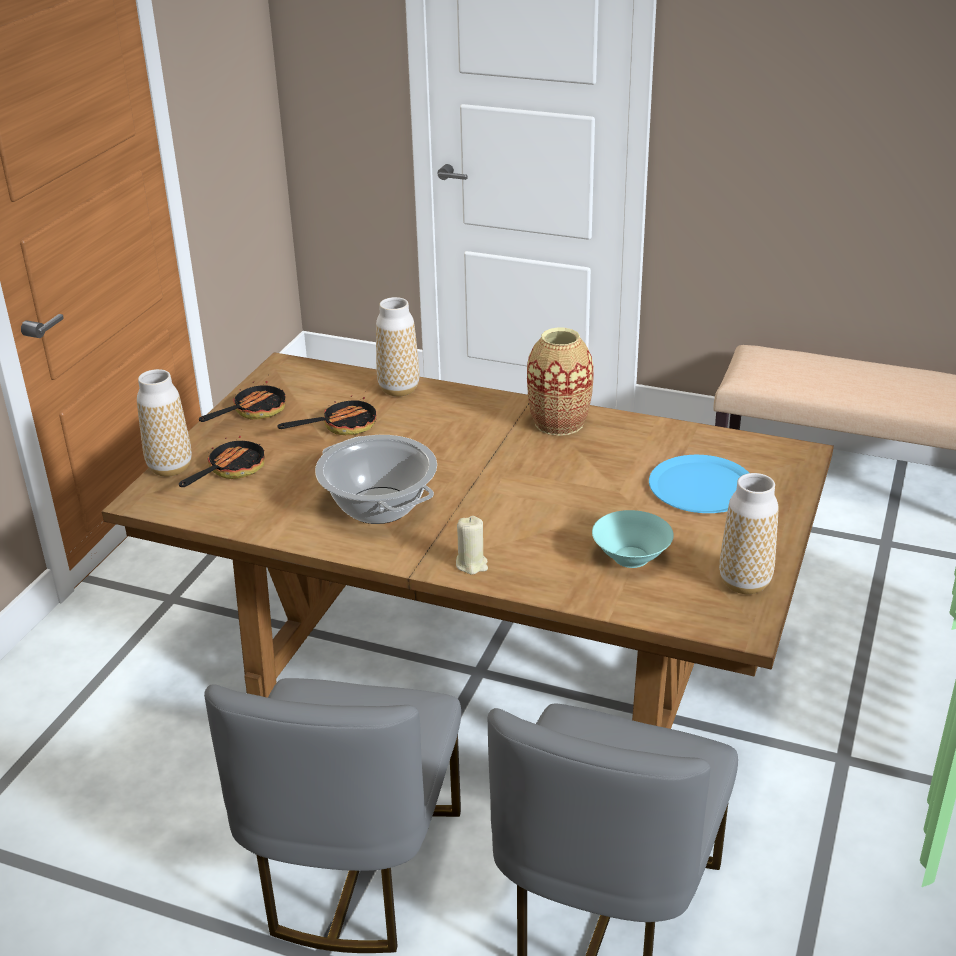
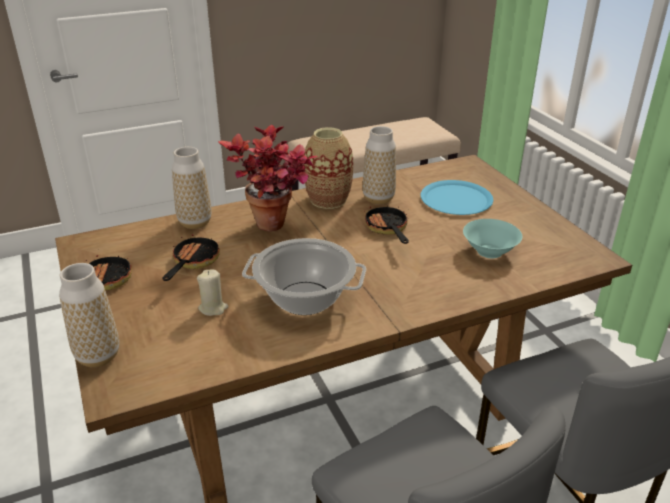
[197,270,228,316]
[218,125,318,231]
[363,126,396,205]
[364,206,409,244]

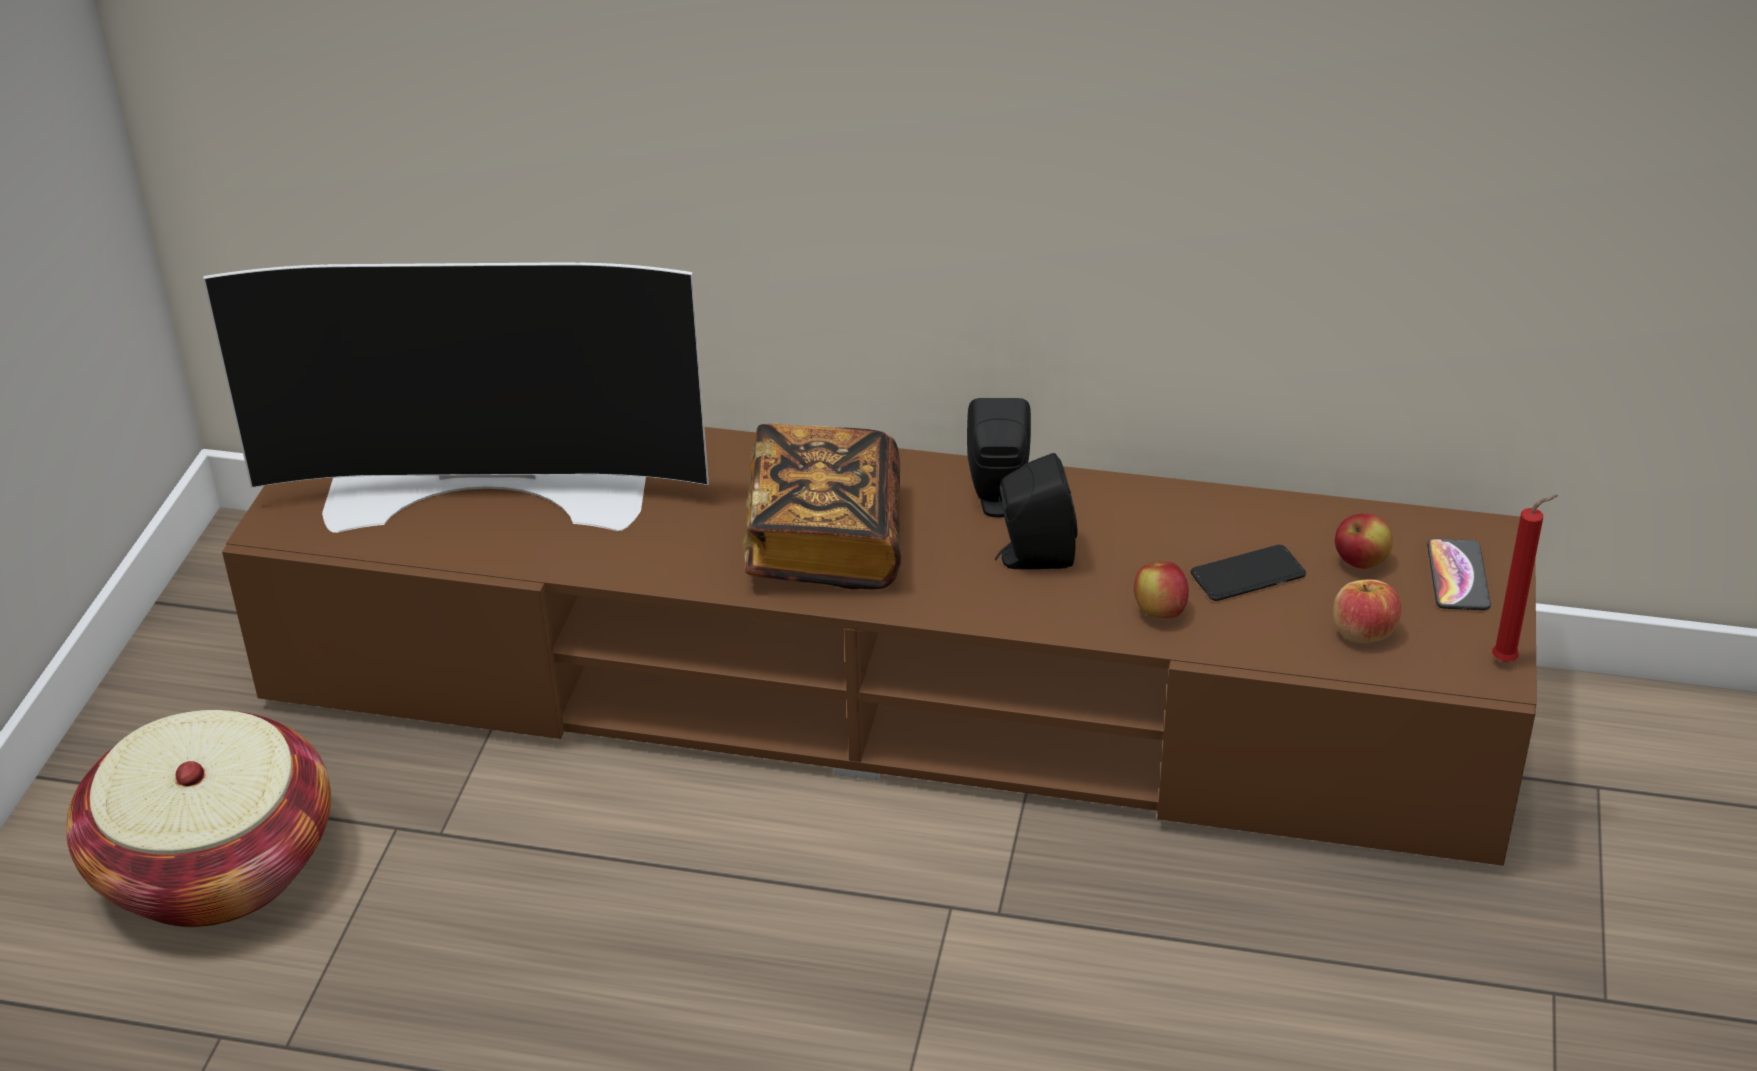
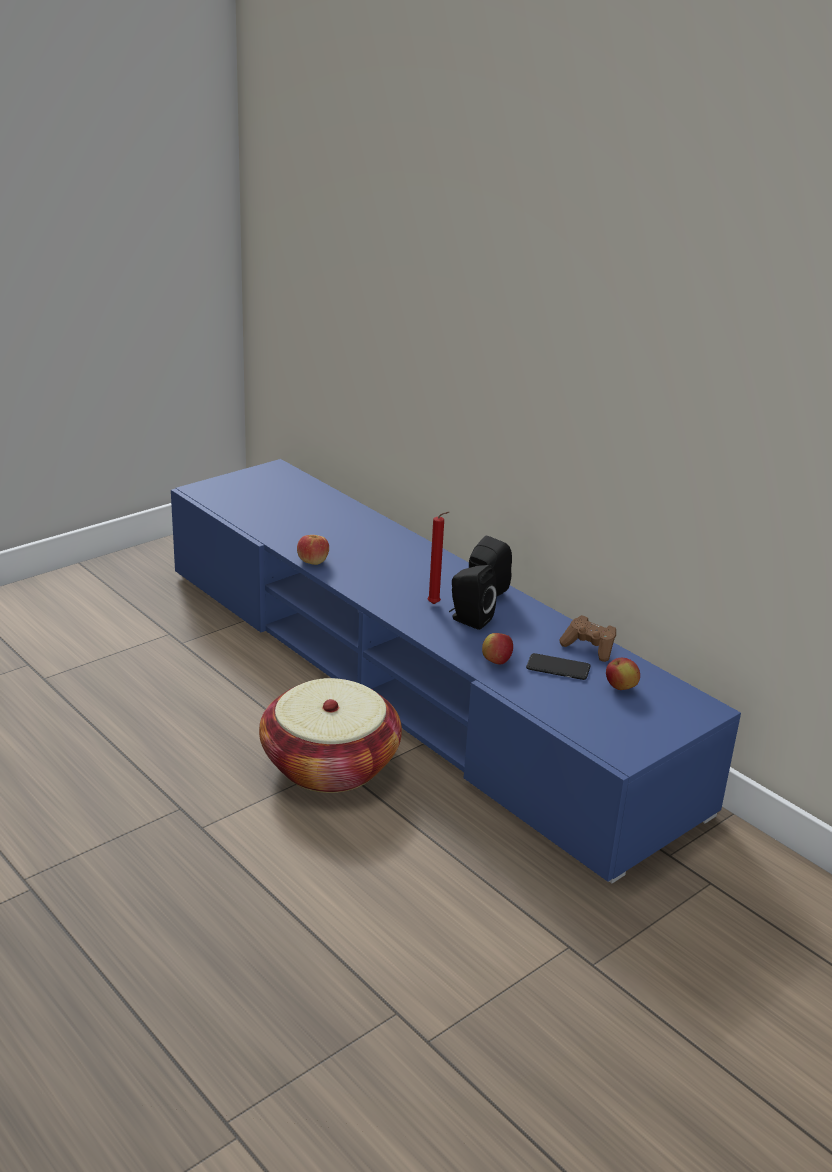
[171,459,741,883]
[259,678,402,793]
[297,535,329,565]
[428,511,449,604]
[559,615,616,662]
[203,262,709,533] (first image)
[742,423,901,589] (first image)
[1427,539,1491,610] (first image)

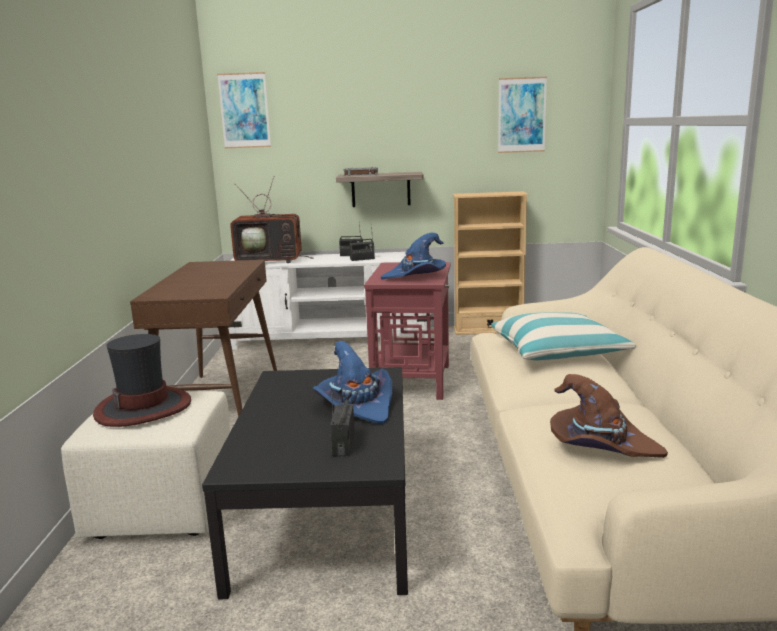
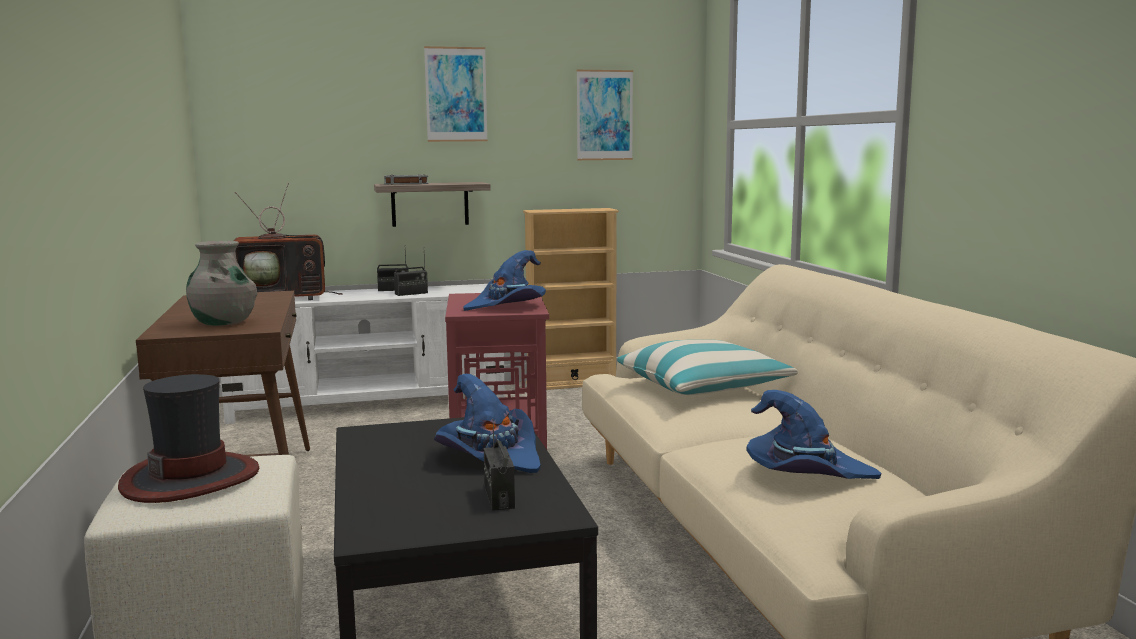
[186,241,257,326]
[424,46,488,142]
[746,390,881,479]

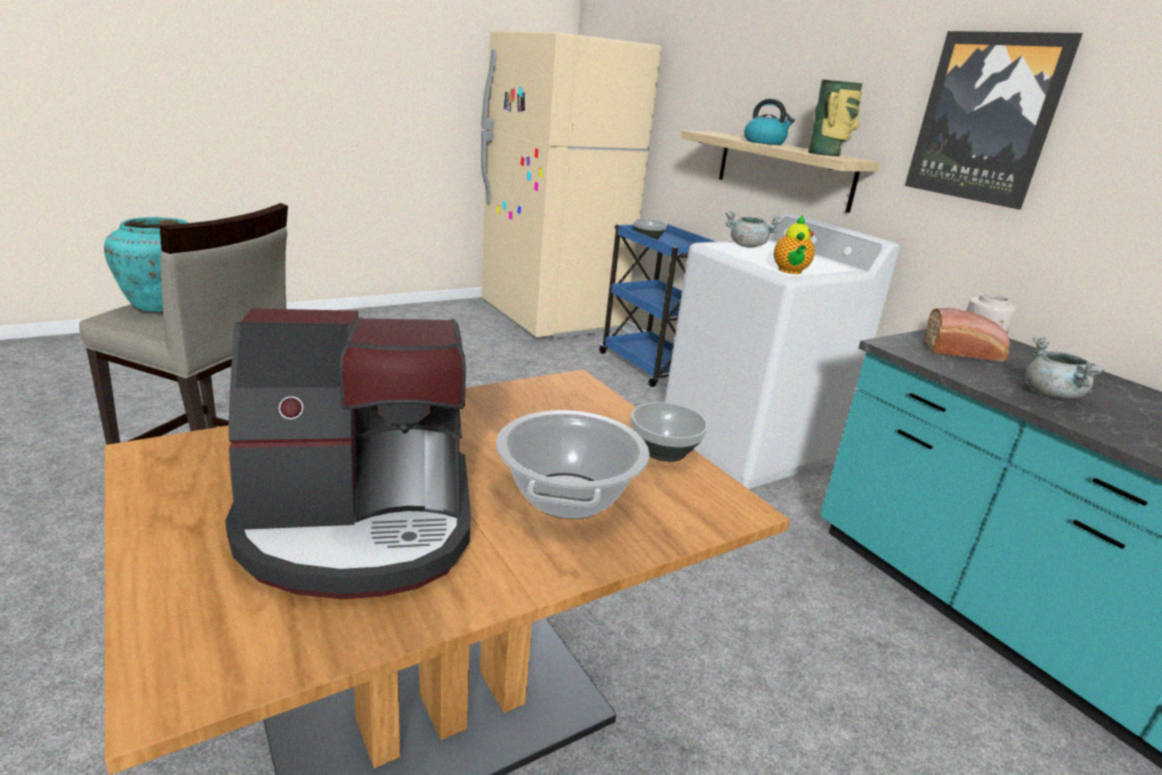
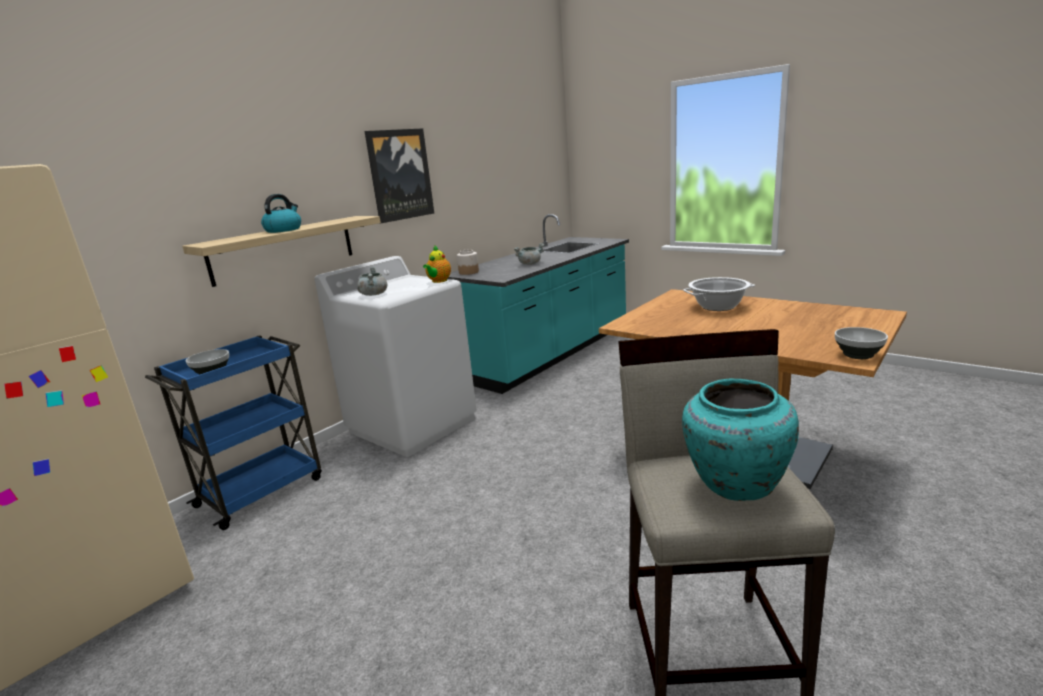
[423,245,451,283]
[835,327,888,359]
[225,308,471,599] (first image)
[808,80,862,156] (first image)
[925,308,1010,362] (first image)

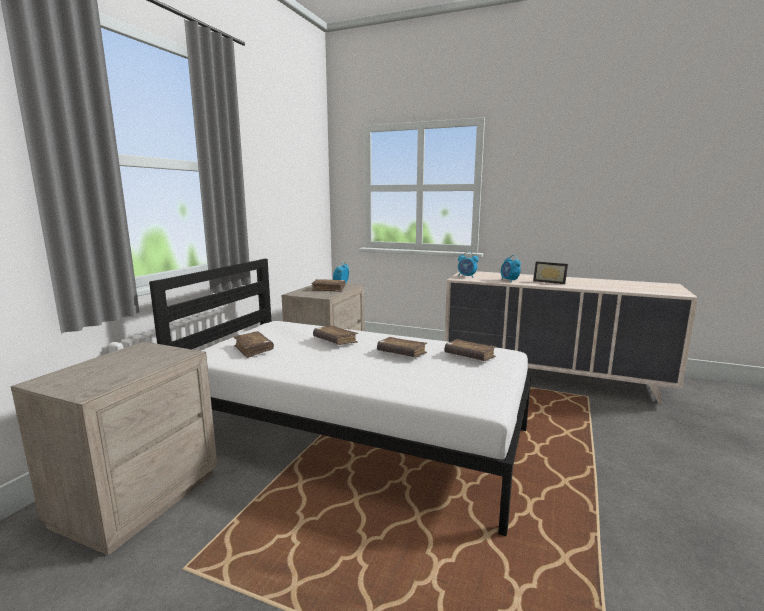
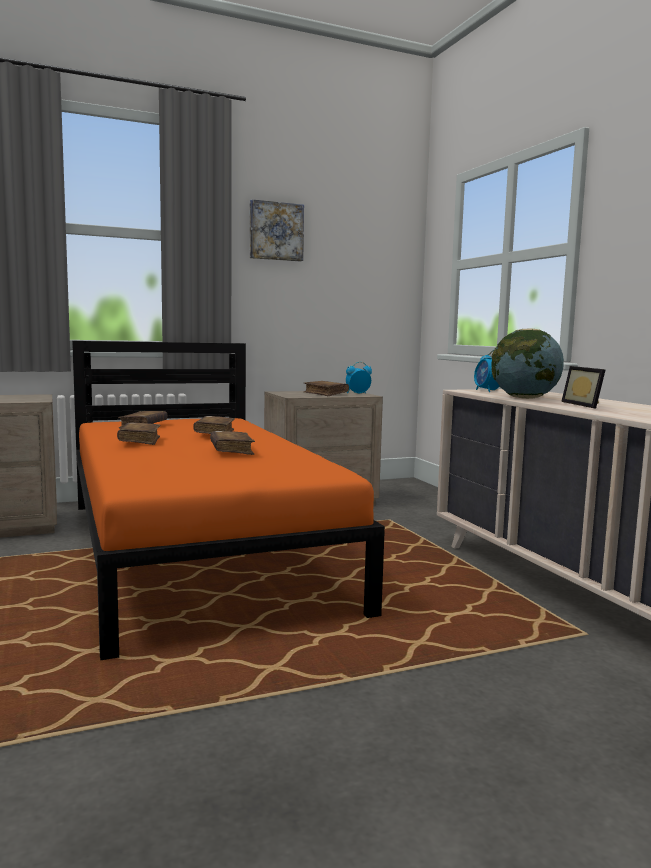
[72,341,385,660]
[117,423,160,445]
[250,199,304,262]
[492,329,564,399]

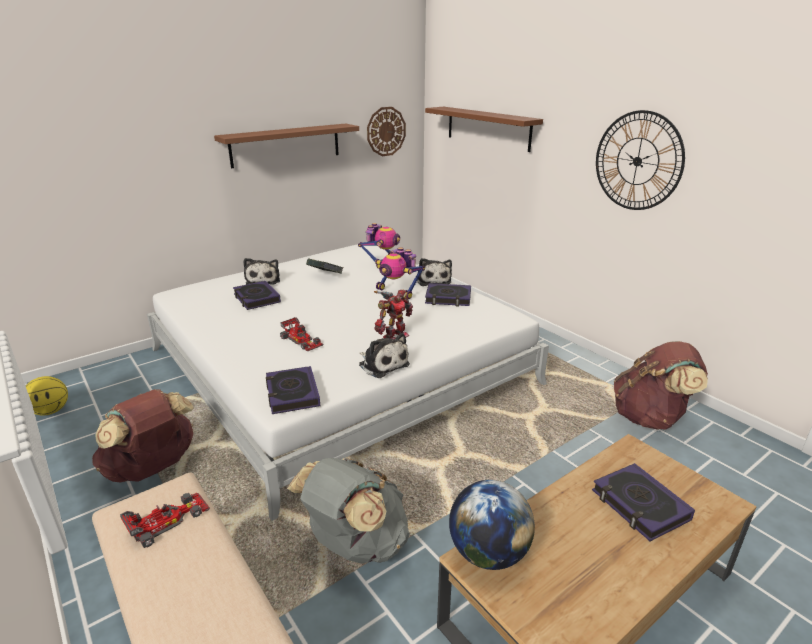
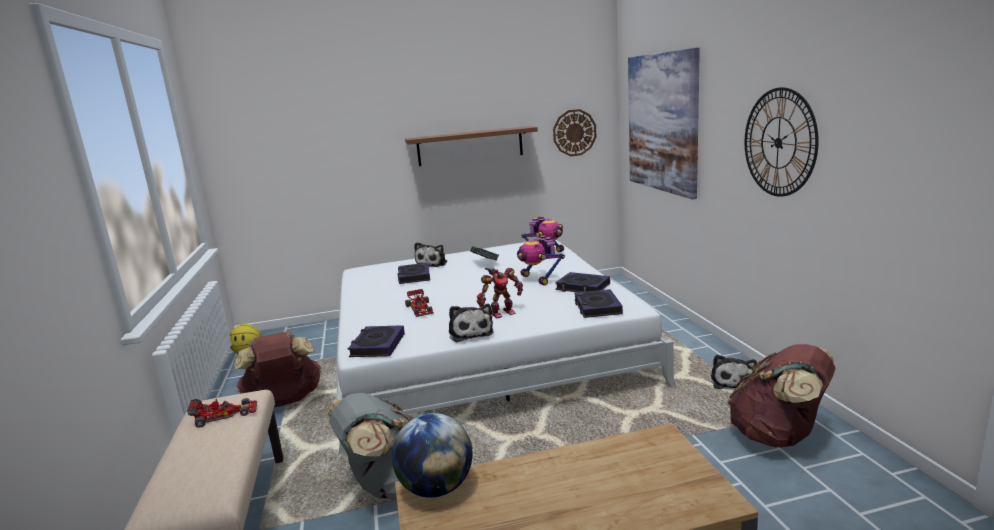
[574,289,623,318]
[628,47,700,199]
[711,355,757,389]

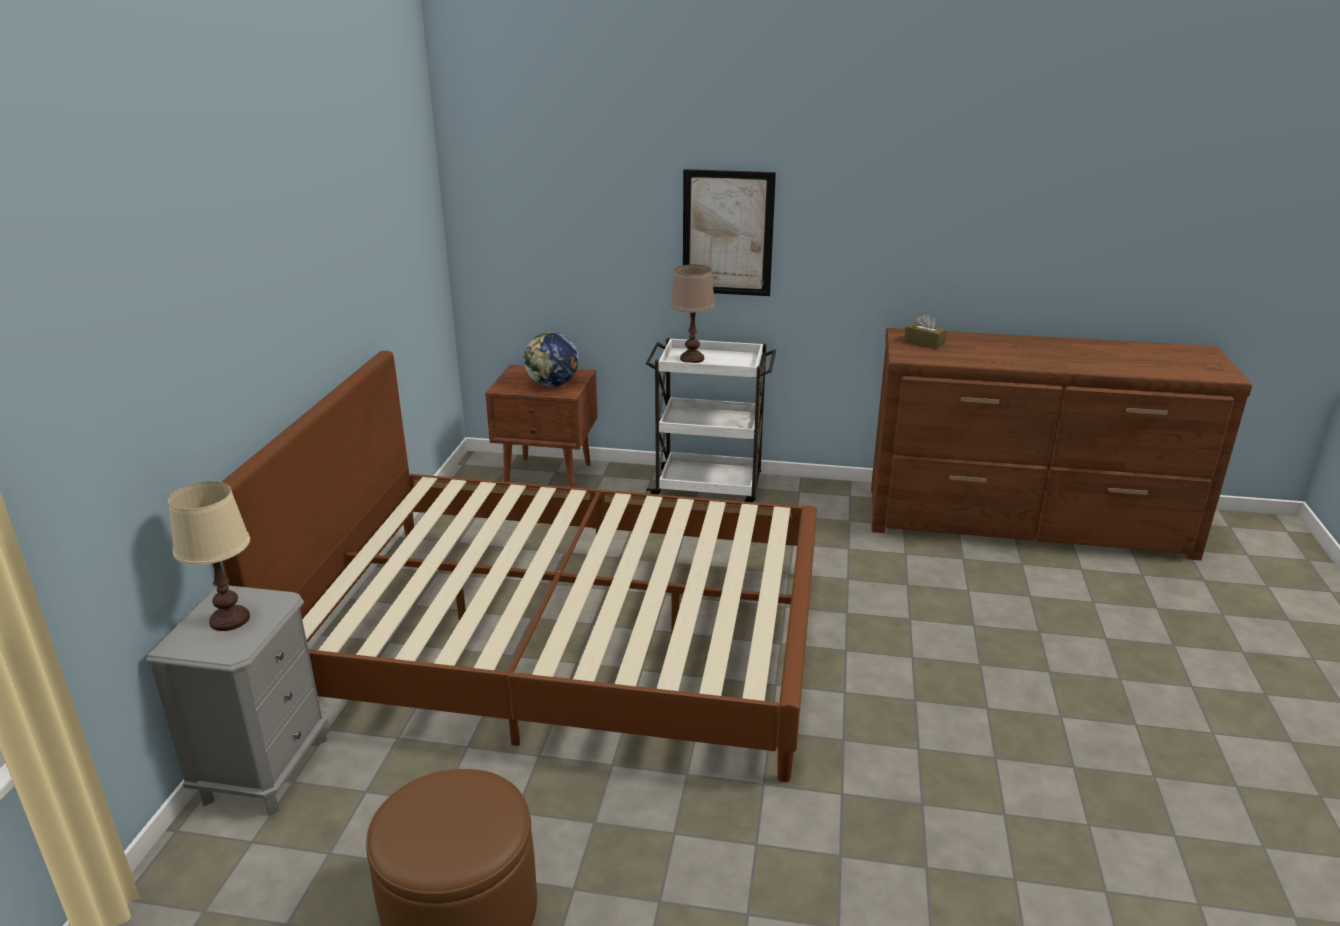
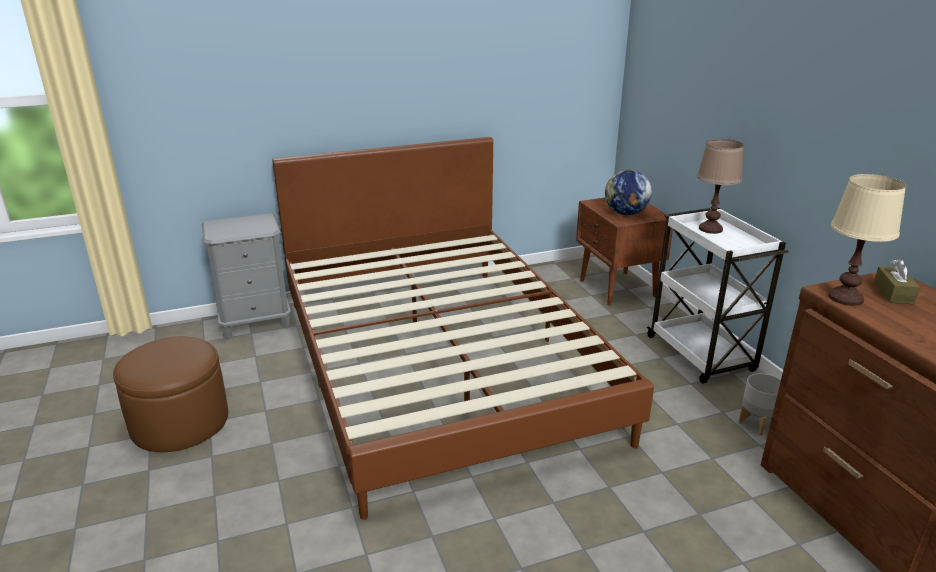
[739,373,781,436]
[828,174,906,306]
[683,169,776,296] (first image)

